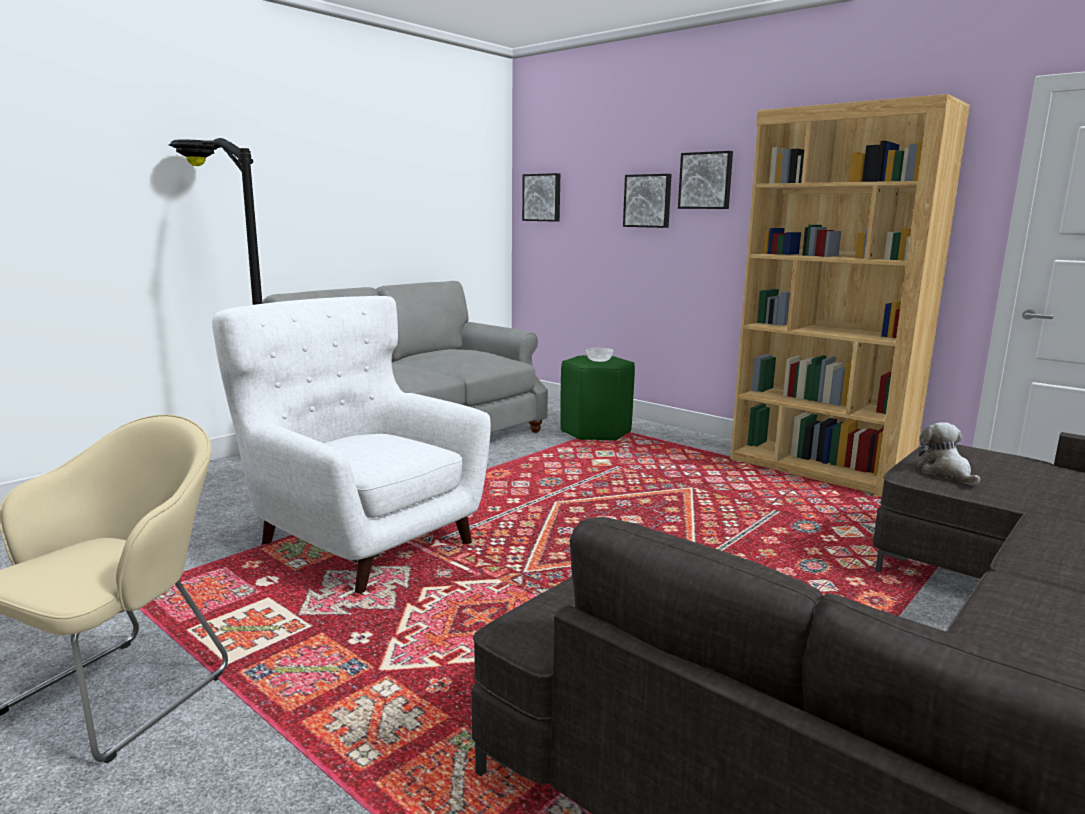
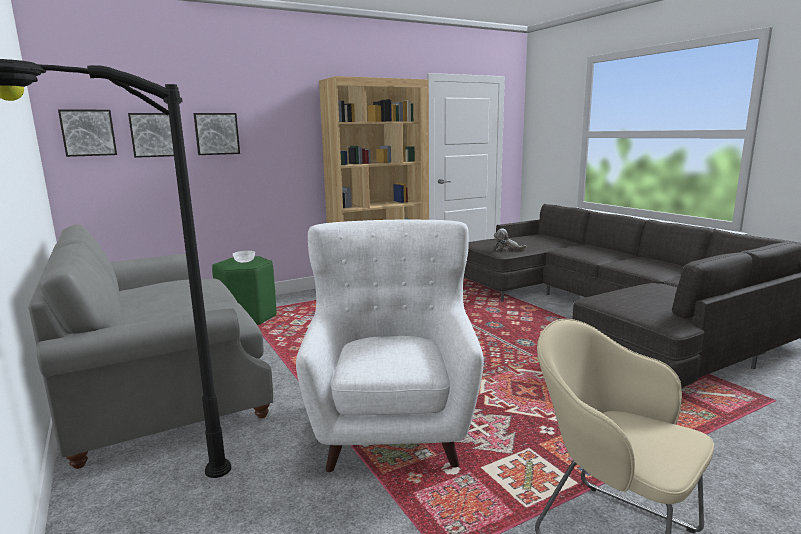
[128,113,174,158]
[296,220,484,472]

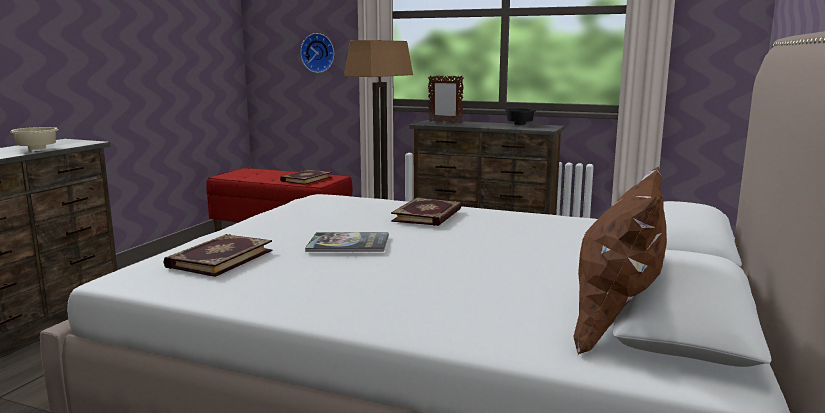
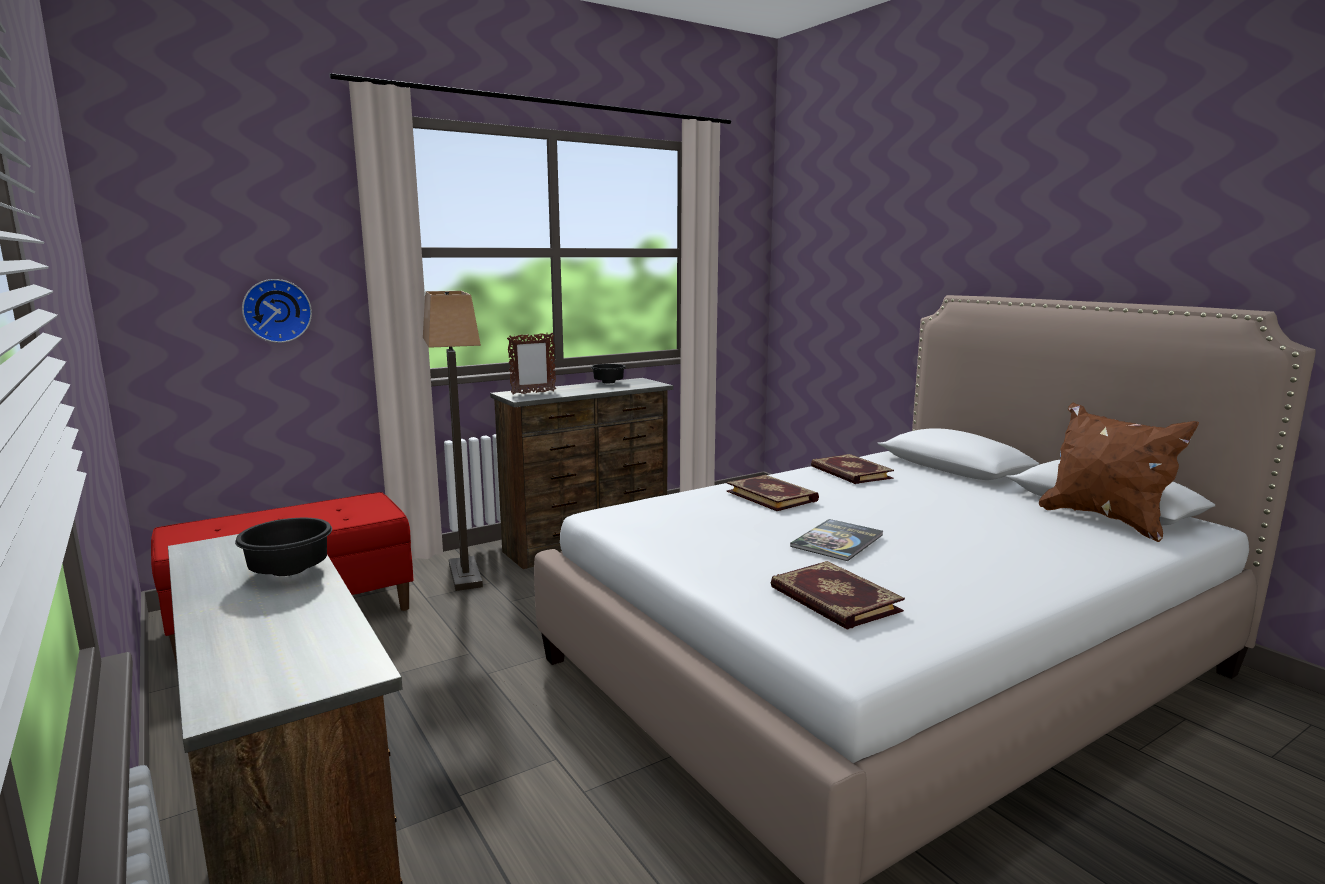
[235,518,332,576]
[811,454,894,484]

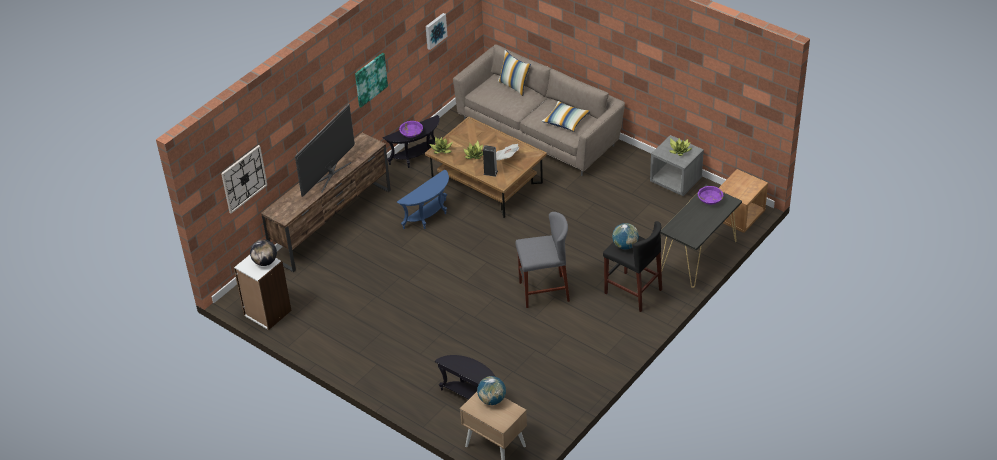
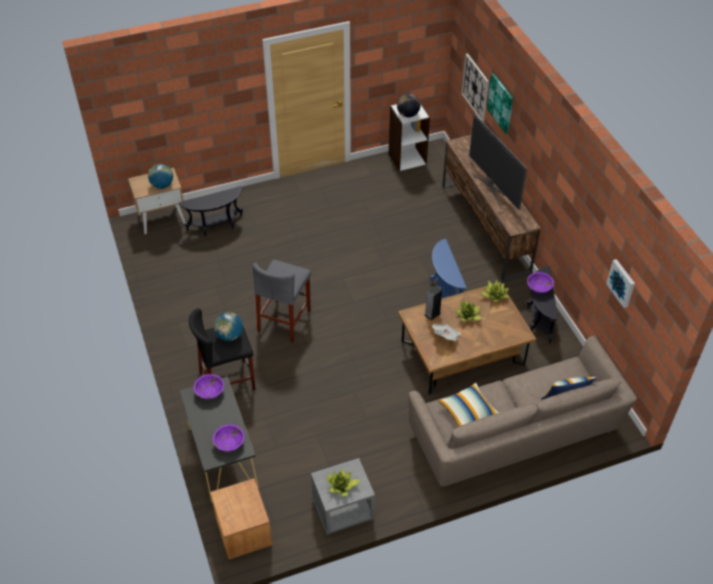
[194,374,224,399]
[487,73,513,134]

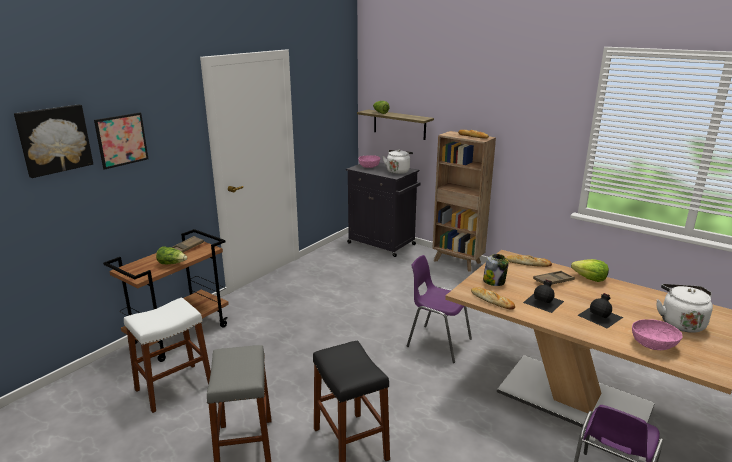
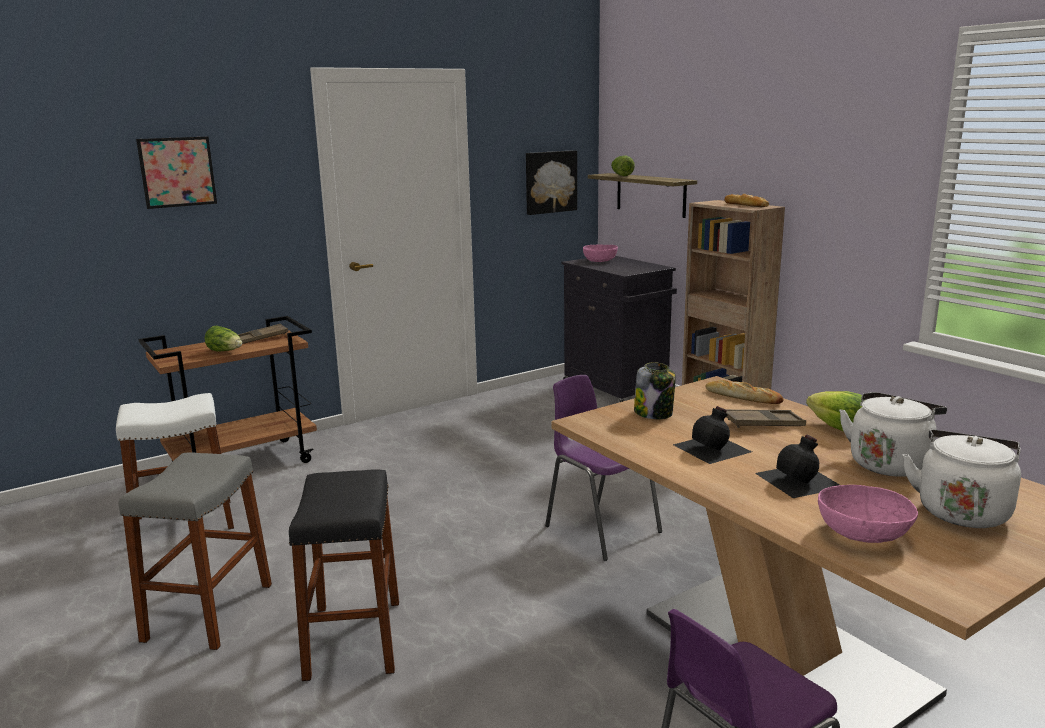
[526,150,577,215]
[839,392,947,477]
[471,287,515,310] (first image)

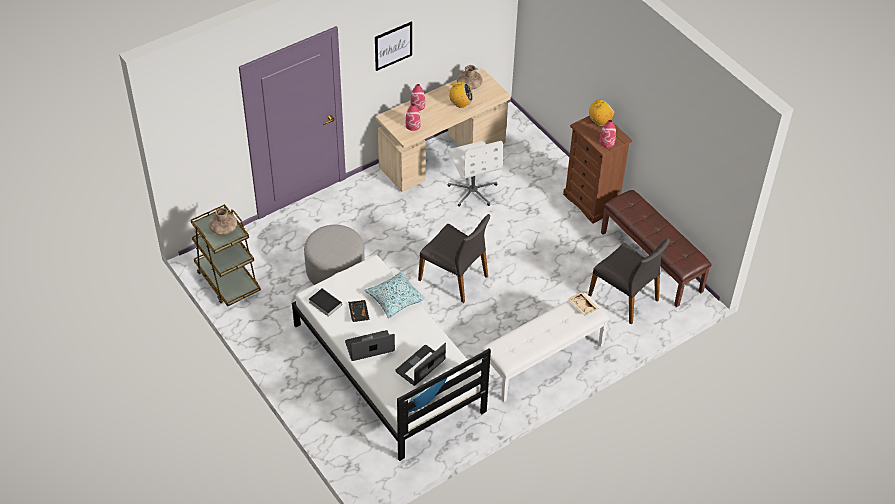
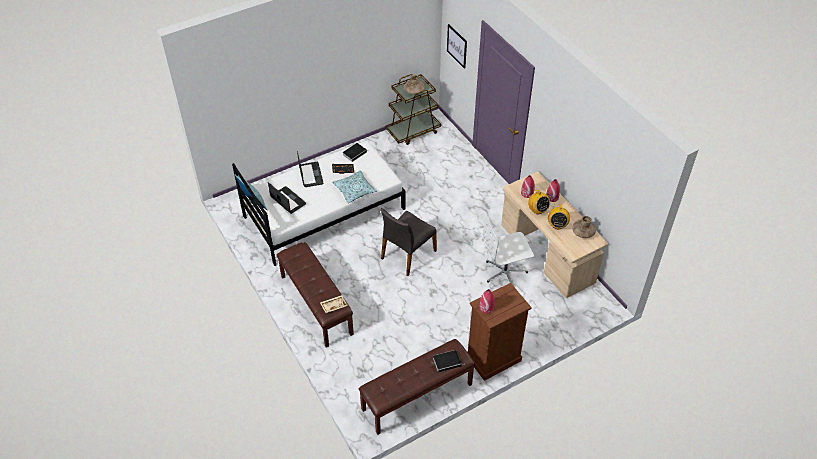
[276,242,354,348]
[433,350,465,372]
[447,24,467,69]
[528,190,550,214]
[304,225,365,285] (first image)
[588,238,670,324] (first image)

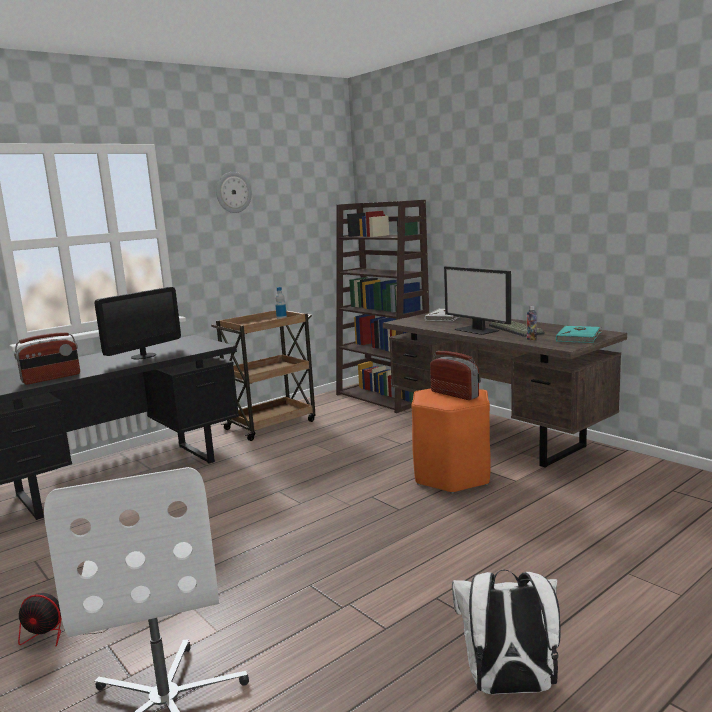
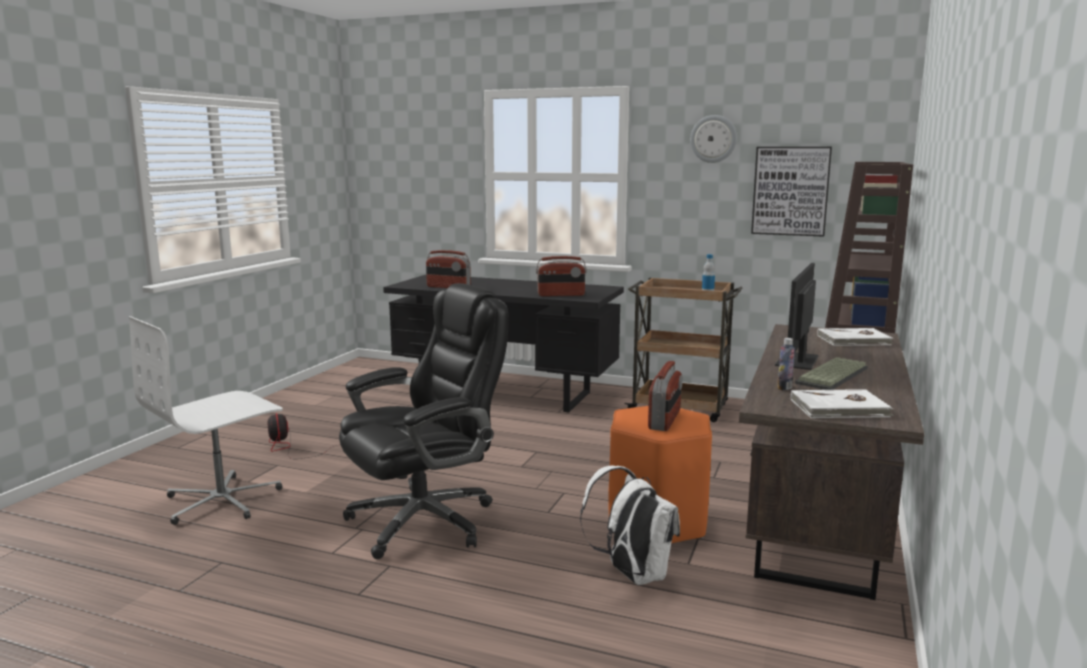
[339,283,508,559]
[536,256,587,296]
[580,466,680,585]
[751,147,832,237]
[791,389,895,418]
[95,287,181,359] (first image)

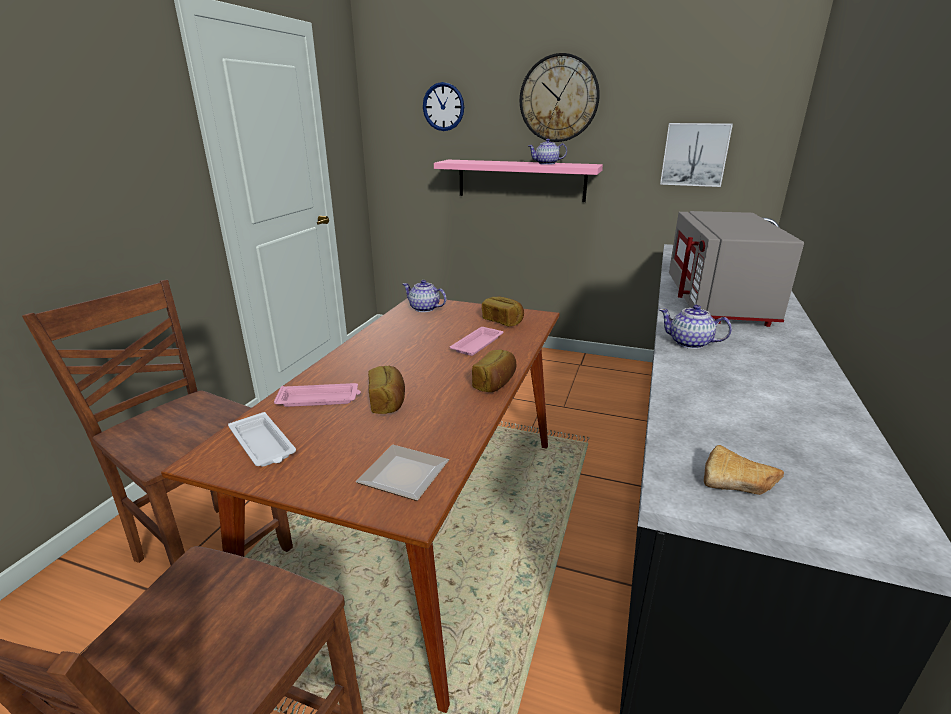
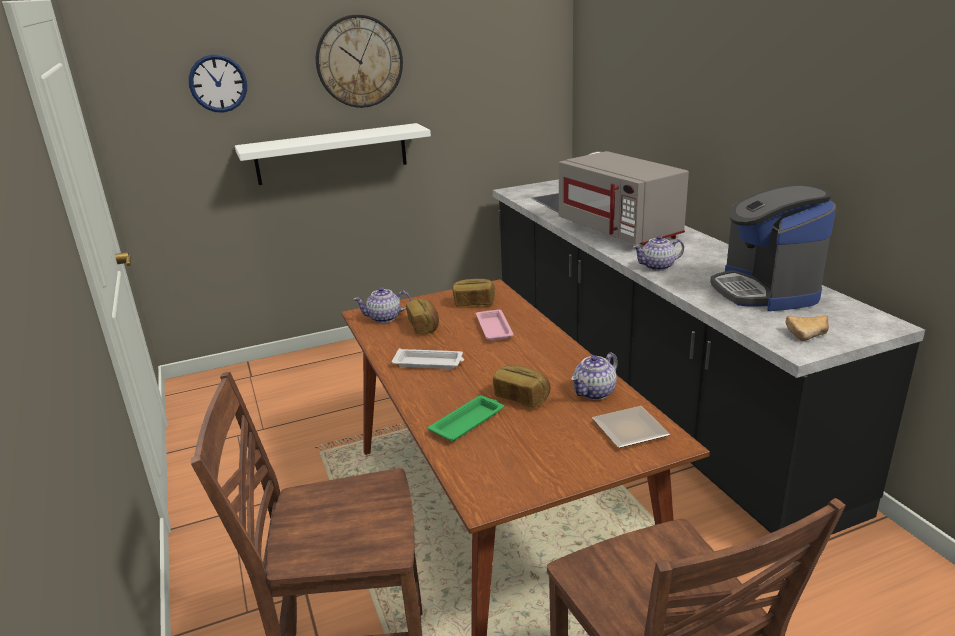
[235,123,431,185]
[391,348,464,369]
[406,299,439,334]
[428,395,504,441]
[571,352,618,400]
[710,185,836,311]
[660,123,733,187] (first image)

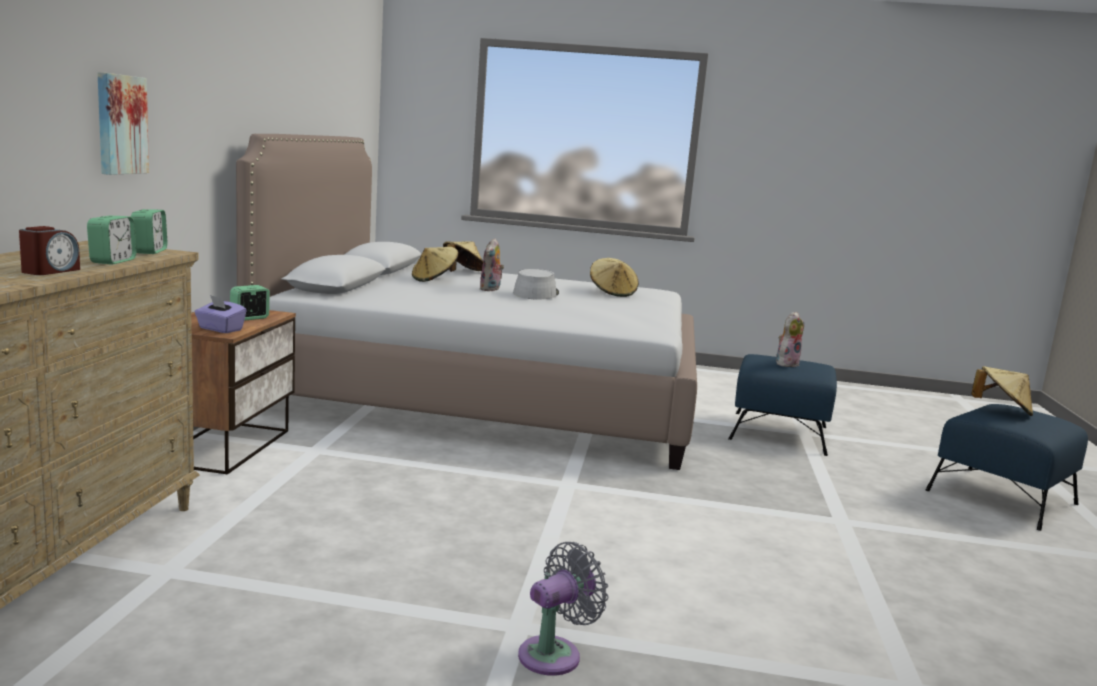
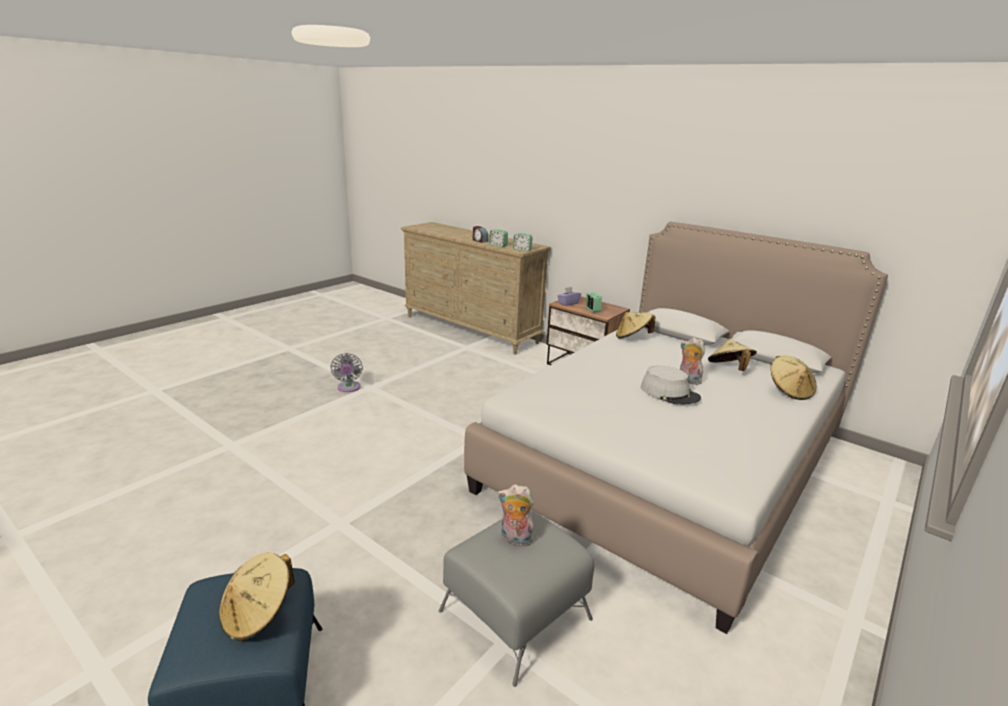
[439,510,594,687]
[497,484,536,547]
[616,312,655,339]
[97,72,149,175] (first image)

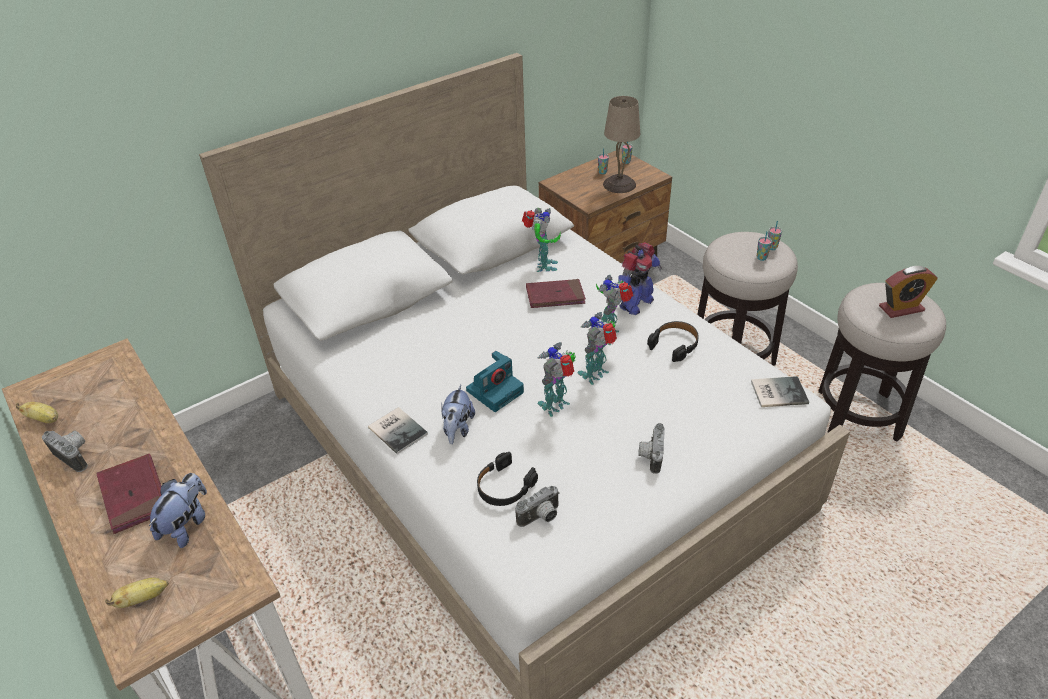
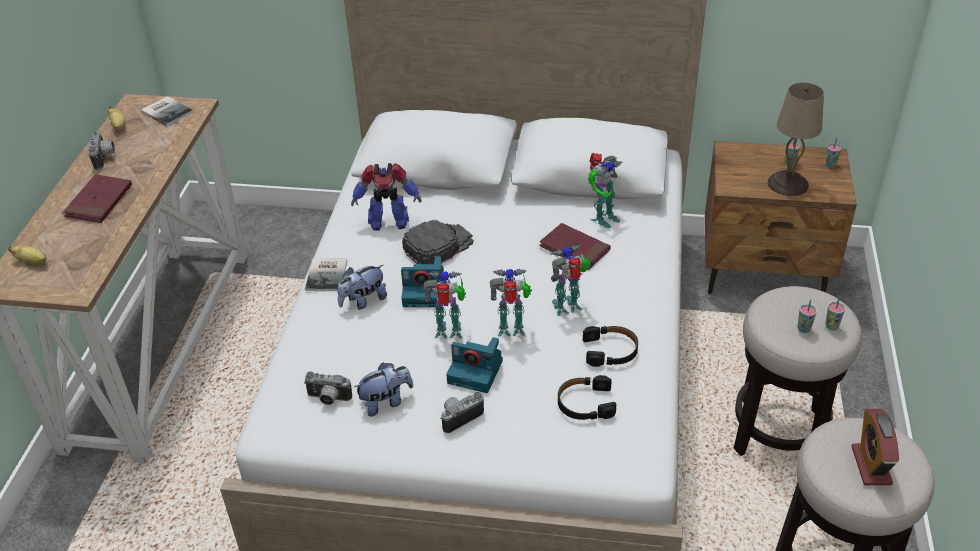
[141,96,193,126]
[351,163,422,231]
[354,362,413,417]
[402,220,474,264]
[446,337,503,393]
[558,375,616,420]
[852,409,899,485]

